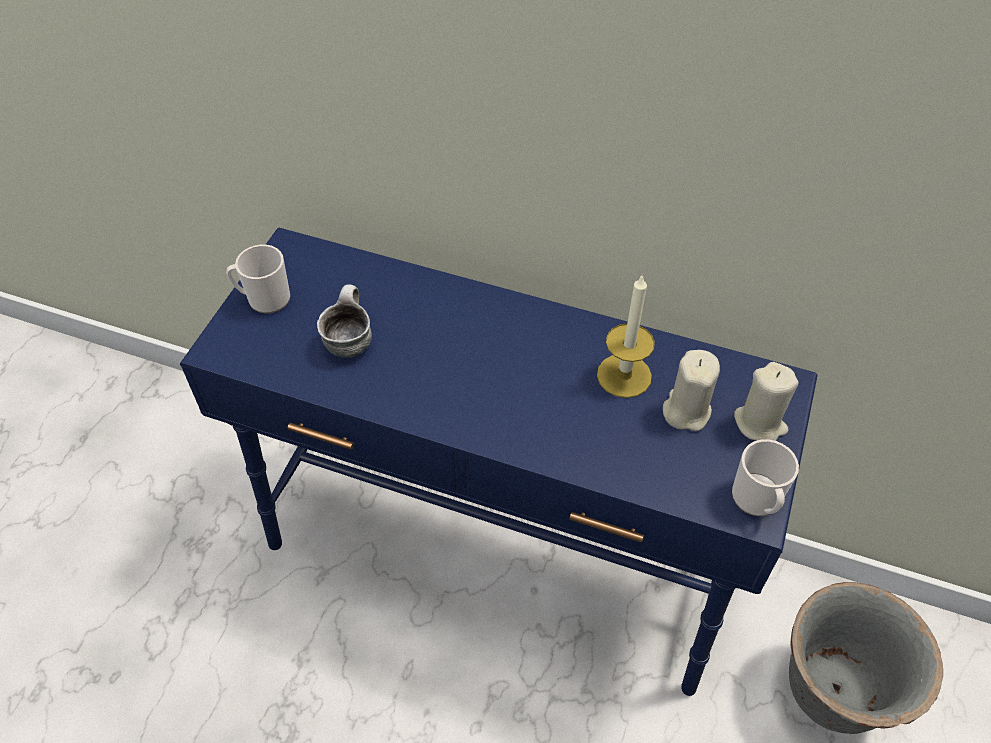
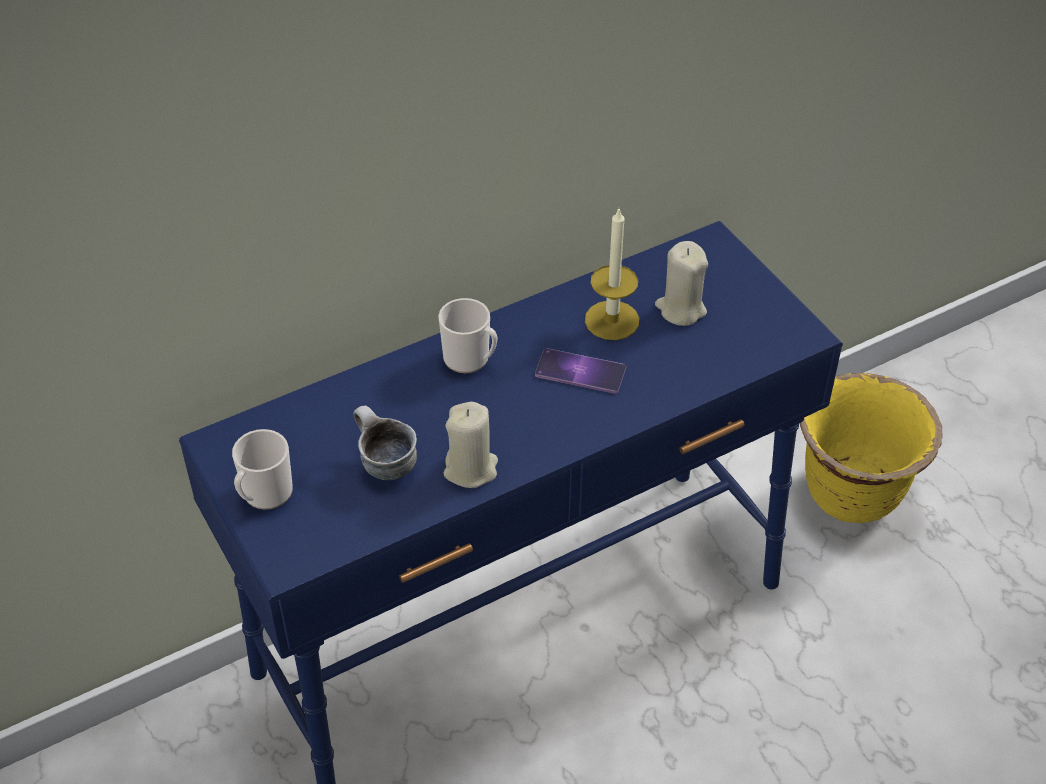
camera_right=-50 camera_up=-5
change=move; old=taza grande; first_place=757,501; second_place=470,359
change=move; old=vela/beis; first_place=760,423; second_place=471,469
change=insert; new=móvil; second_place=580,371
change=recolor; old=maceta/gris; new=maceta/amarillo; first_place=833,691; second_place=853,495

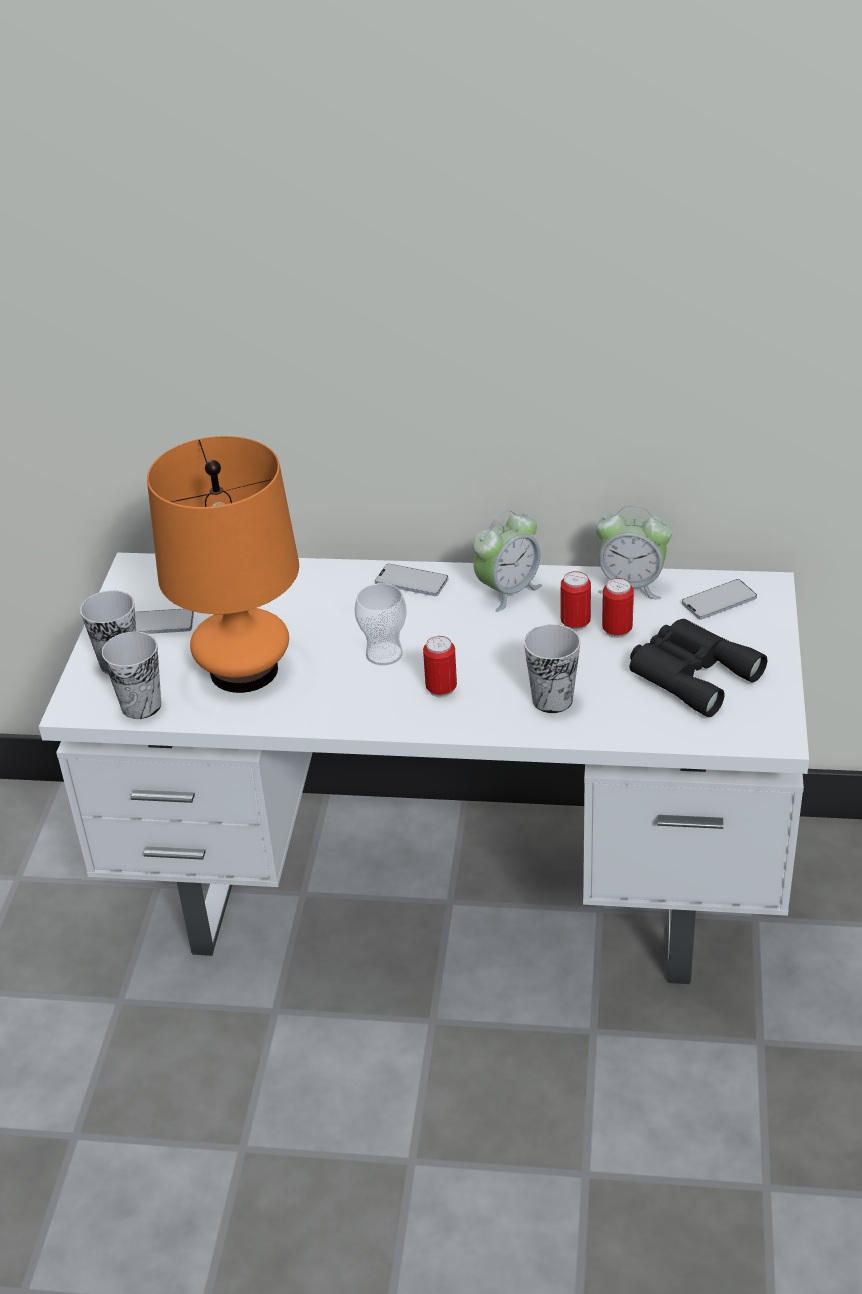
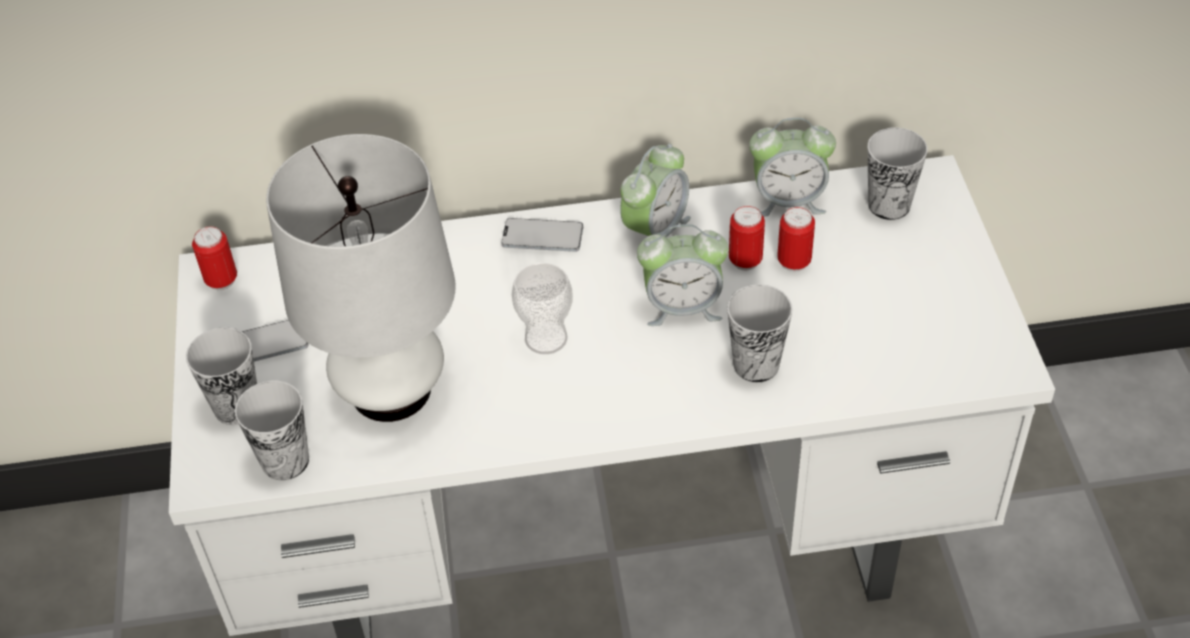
camera_right=-15 camera_up=10
change=move; old=lata; first_place=441,689; second_place=221,280
change=recolor; old=lámpara de mesa/naranja; new=lámpara de mesa/blanco; first_place=244,670; second_place=391,389
change=insert; new=despertador; second_place=682,307
change=replace; old=móvil; new=taza; first_place=719,601; second_place=889,205
change=delete; old=prismáticos/negro; first_place=690,672

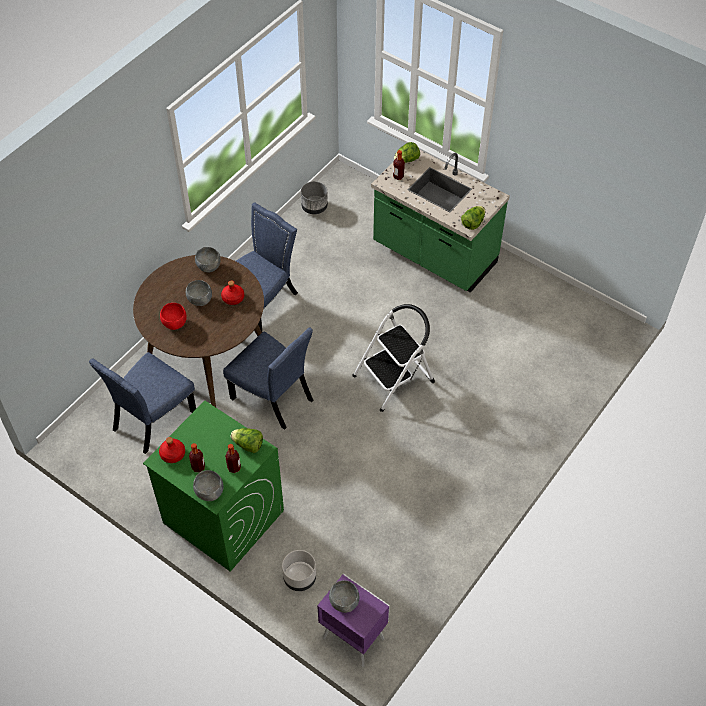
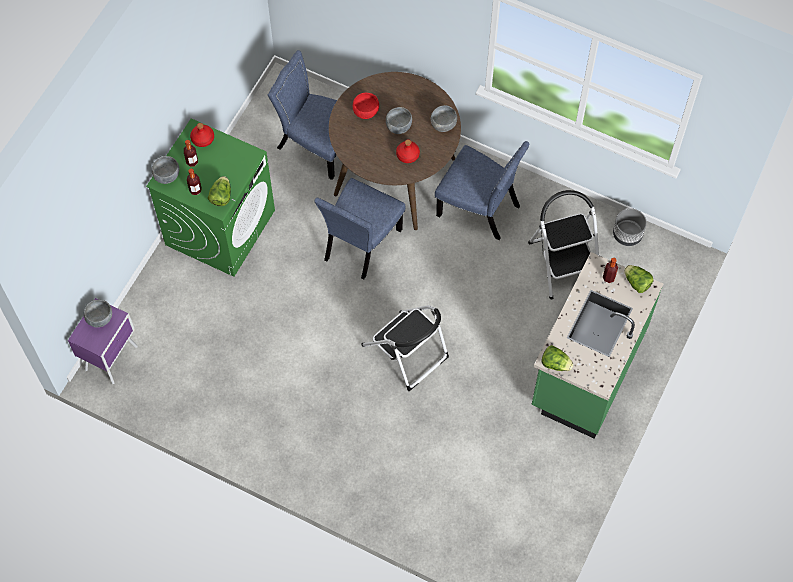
camera_right=80 camera_up=10
change=insert; new=escalera de tijera; second_place=563,261
change=delete; old=maceta/gris; first_place=299,578

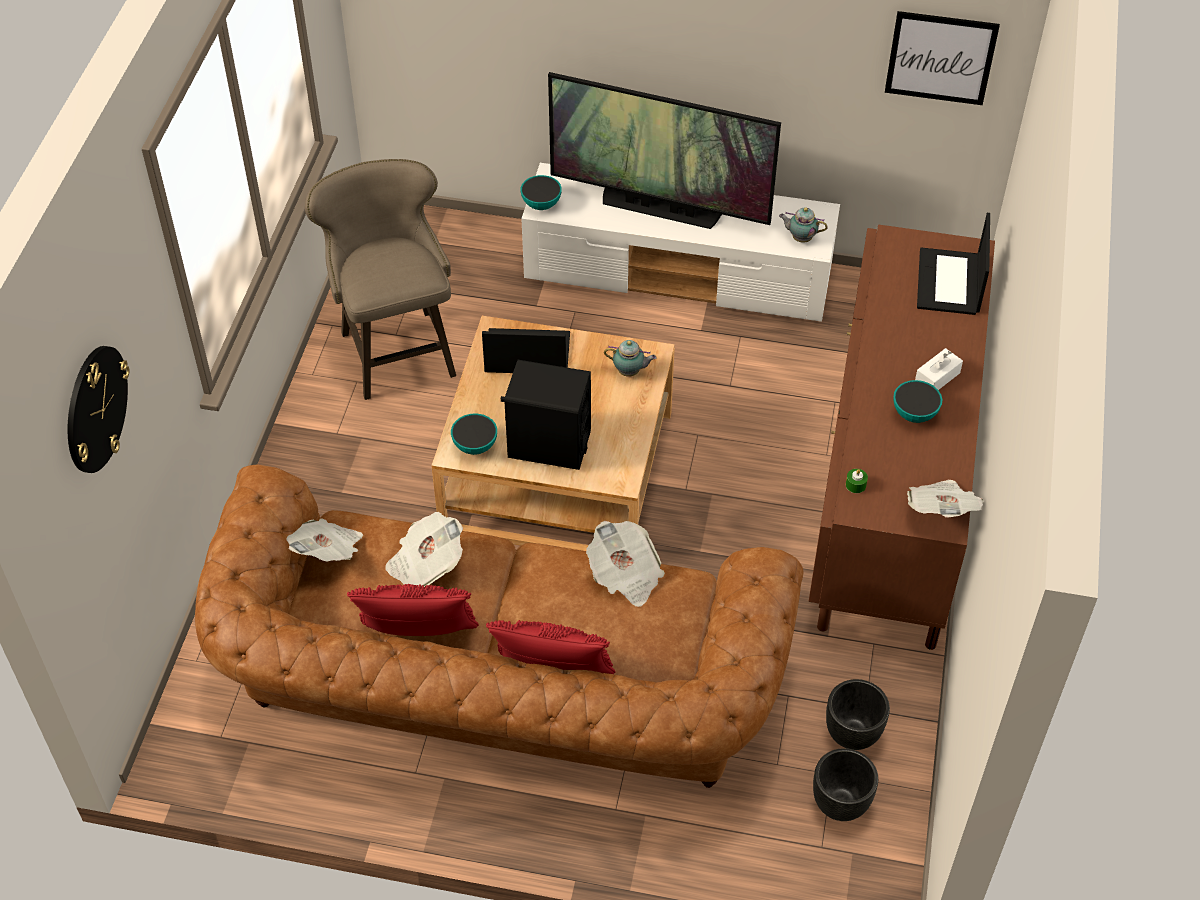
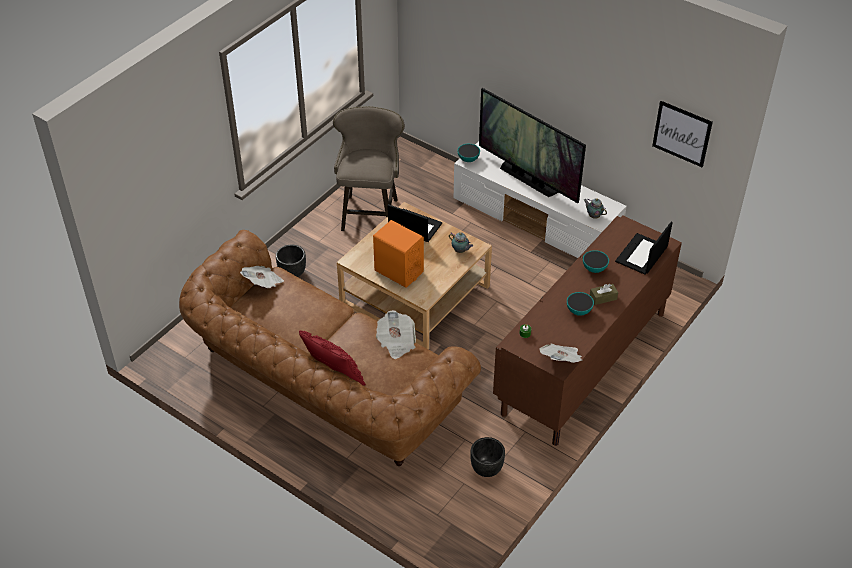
camera_right=25 camera_up=-5
change=move; old=maceta/negro; first_place=840,803; second_place=293,273
change=recolor; old=altavoz/negro; new=altavoz/naranja; first_place=549,444; second_place=398,271
change=move; old=cuenco; first_place=475,446; second_place=594,268
change=recolor; old=caja de pañuelos/blanco; new=caja de pañuelos/marrón; first_place=937,377; second_place=603,298
change=delete; old=reloj de pared; first_place=95,409
change=delete; old=cojín/rojo; first_place=418,639
change=delete; old=periódico; first_place=425,564

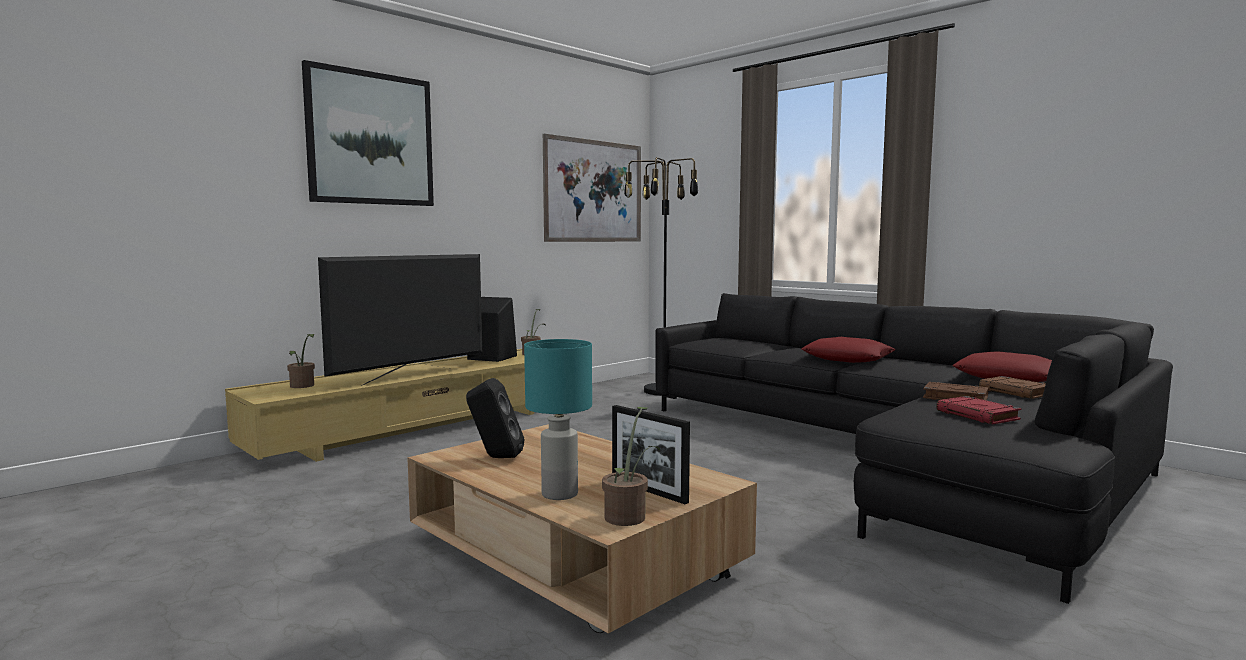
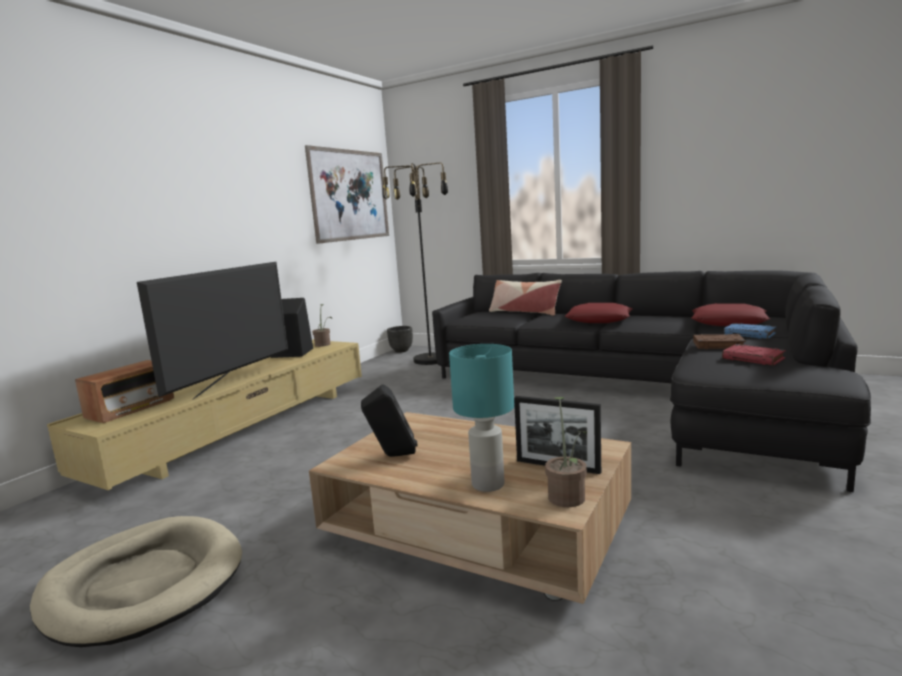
camera_right=-15 camera_up=5
change=insert; new=cama para perro/beis; second_place=144,584
change=replace; old=planta en maceta; new=radio; first_place=302,386; second_place=131,409
change=insert; new=maceta/negro; second_place=401,350
change=insert; new=cojín; second_place=524,312
change=recolor; old=libro/marrón; new=libro/azul; first_place=1016,392; second_place=750,334
change=delete; old=cuadro; first_place=370,139

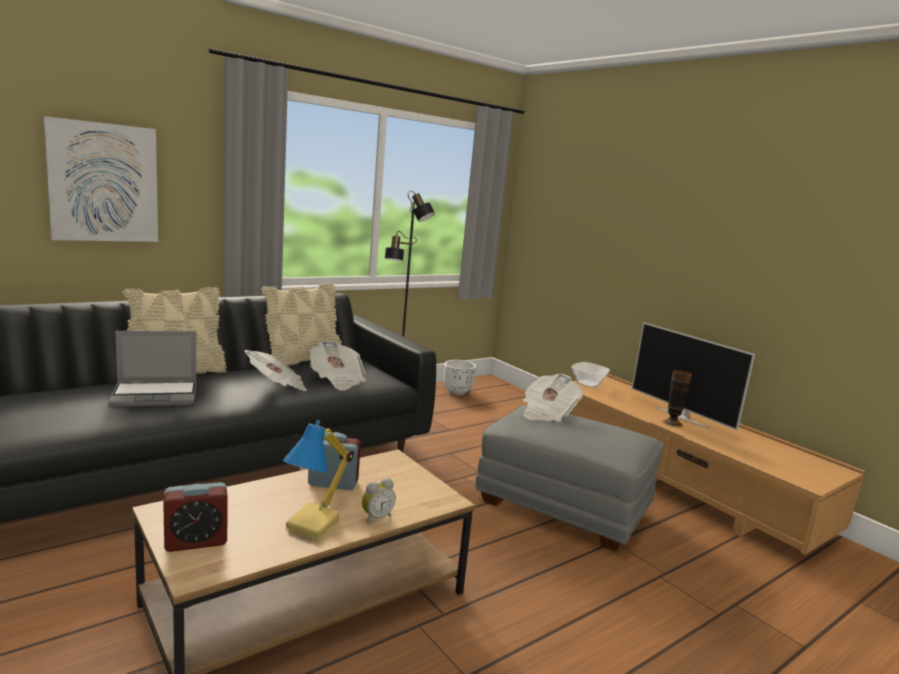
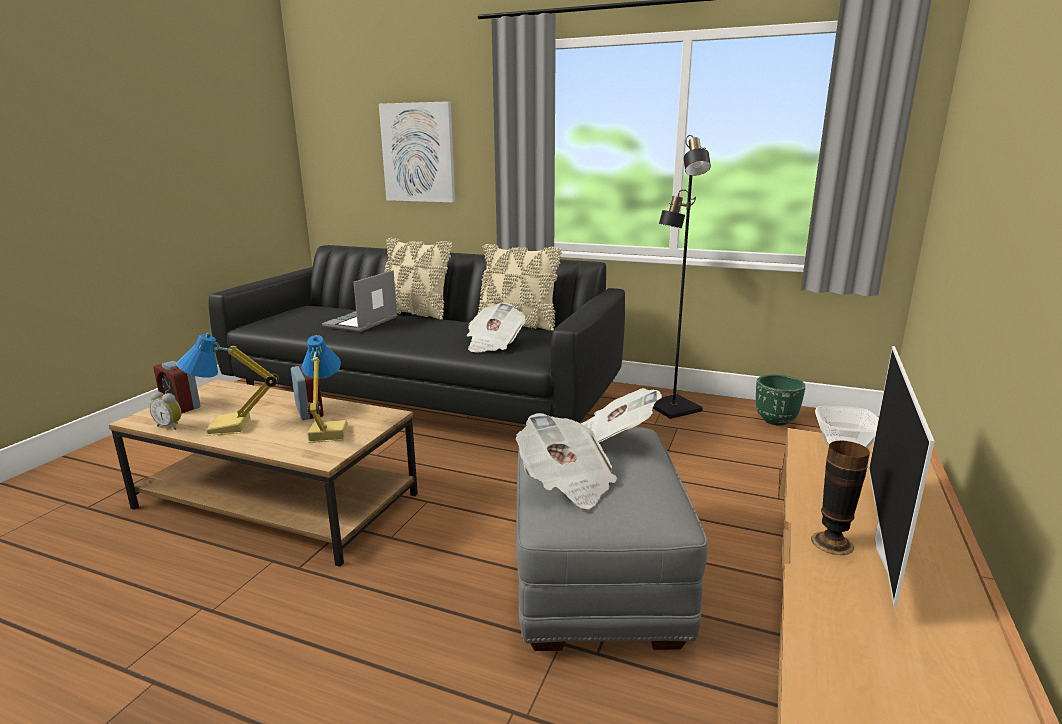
camera_right=60 camera_up=5
change=move; old=despertador; first_place=376,517; second_place=170,426
change=insert; new=lámpara de mesa; second_place=326,434
change=rotate; old=portátil; first_place=156,395; second_place=361,322; degrees=75
change=move; old=periódico; first_place=277,386; second_place=566,483
change=recolor; old=maceta/blanco; new=maceta/verde; first_place=457,392; second_place=775,421

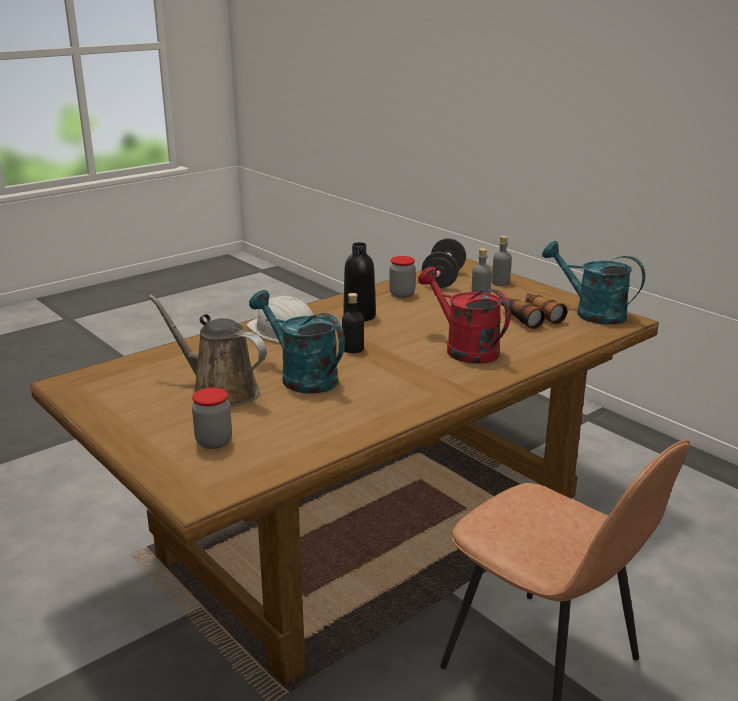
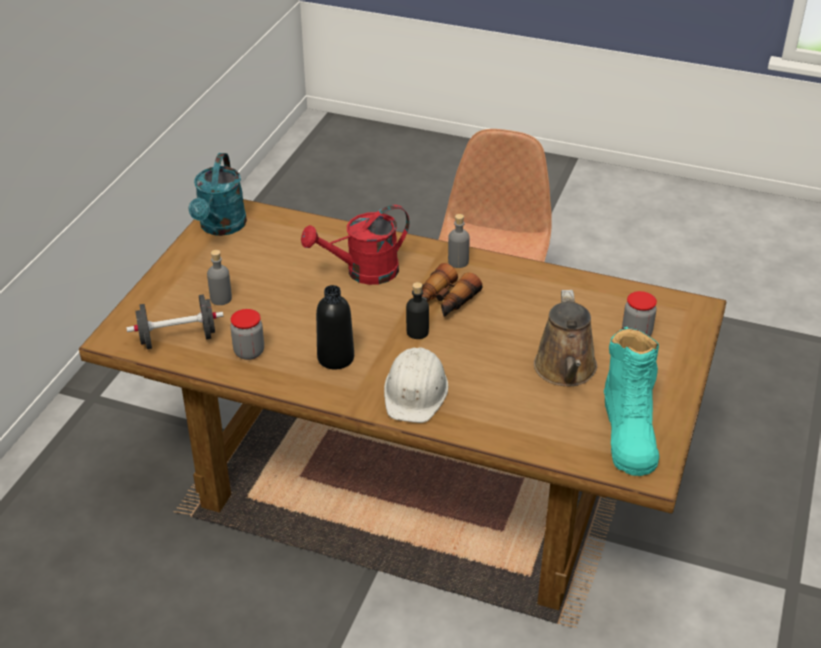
camera_right=-120 camera_up=15
change=rotate; old=regadera/rojo; first_place=464,348; second_place=363,273; degrees=45
change=move; old=prismáticos; first_place=529,317; second_place=444,301
change=move; old=botella/gris; first_place=500,283; second_place=458,262
change=insert; new=bota/turquesa; second_place=628,432
change=delete; old=regadera/turquesa; first_place=301,377

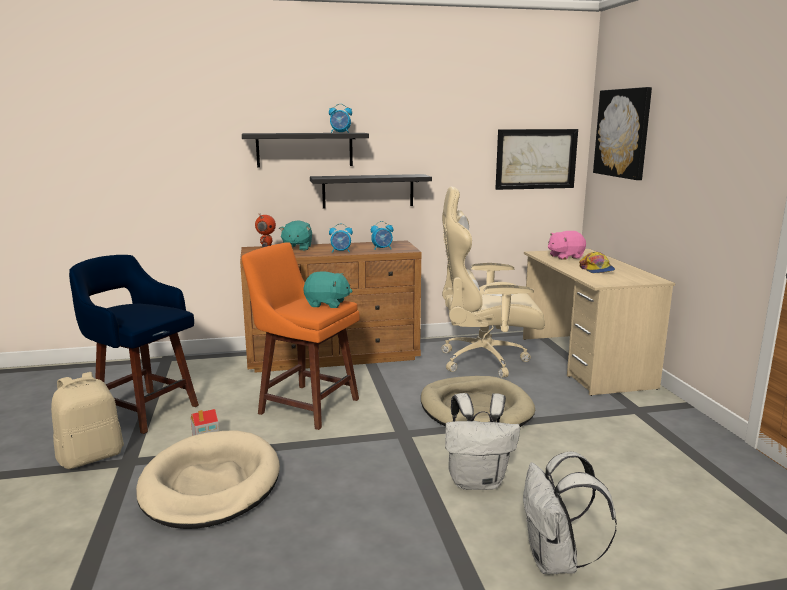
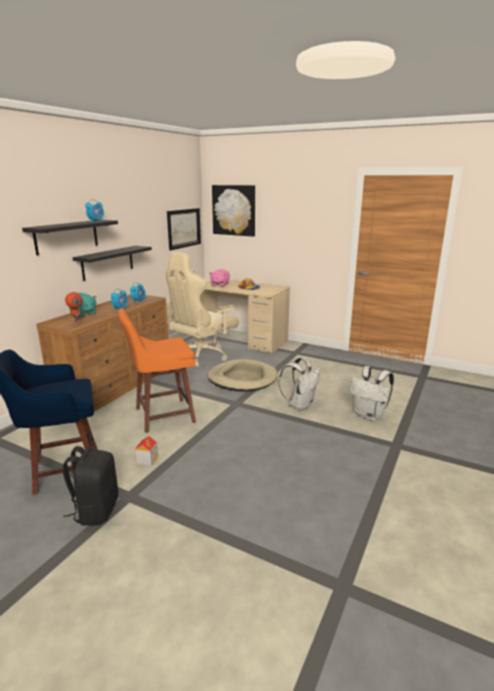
camera_right=-50 camera_up=5
change=recolor; old=mochila/beis; new=mochila/negro; first_place=91,456; second_place=96,510
change=delete; old=cama para perro/beis; first_place=210,484
change=delete; old=peluche/turquesa; first_place=327,304

